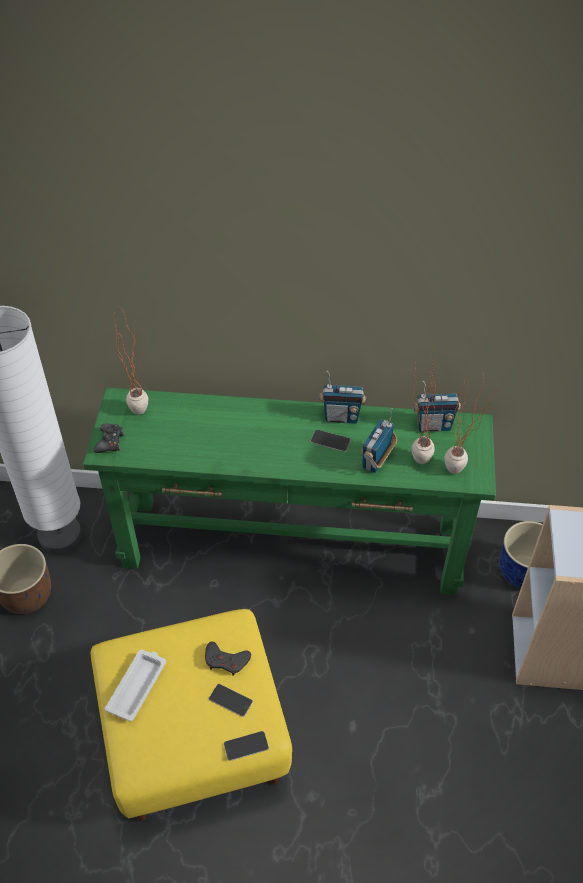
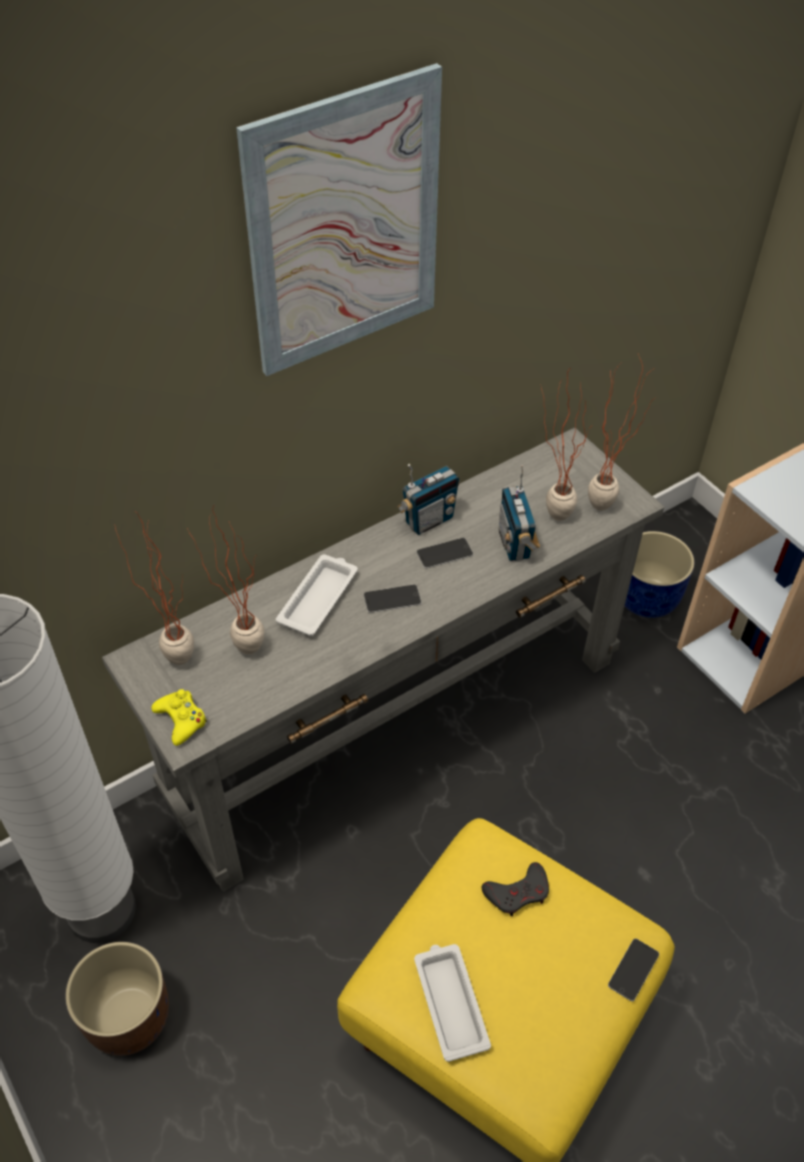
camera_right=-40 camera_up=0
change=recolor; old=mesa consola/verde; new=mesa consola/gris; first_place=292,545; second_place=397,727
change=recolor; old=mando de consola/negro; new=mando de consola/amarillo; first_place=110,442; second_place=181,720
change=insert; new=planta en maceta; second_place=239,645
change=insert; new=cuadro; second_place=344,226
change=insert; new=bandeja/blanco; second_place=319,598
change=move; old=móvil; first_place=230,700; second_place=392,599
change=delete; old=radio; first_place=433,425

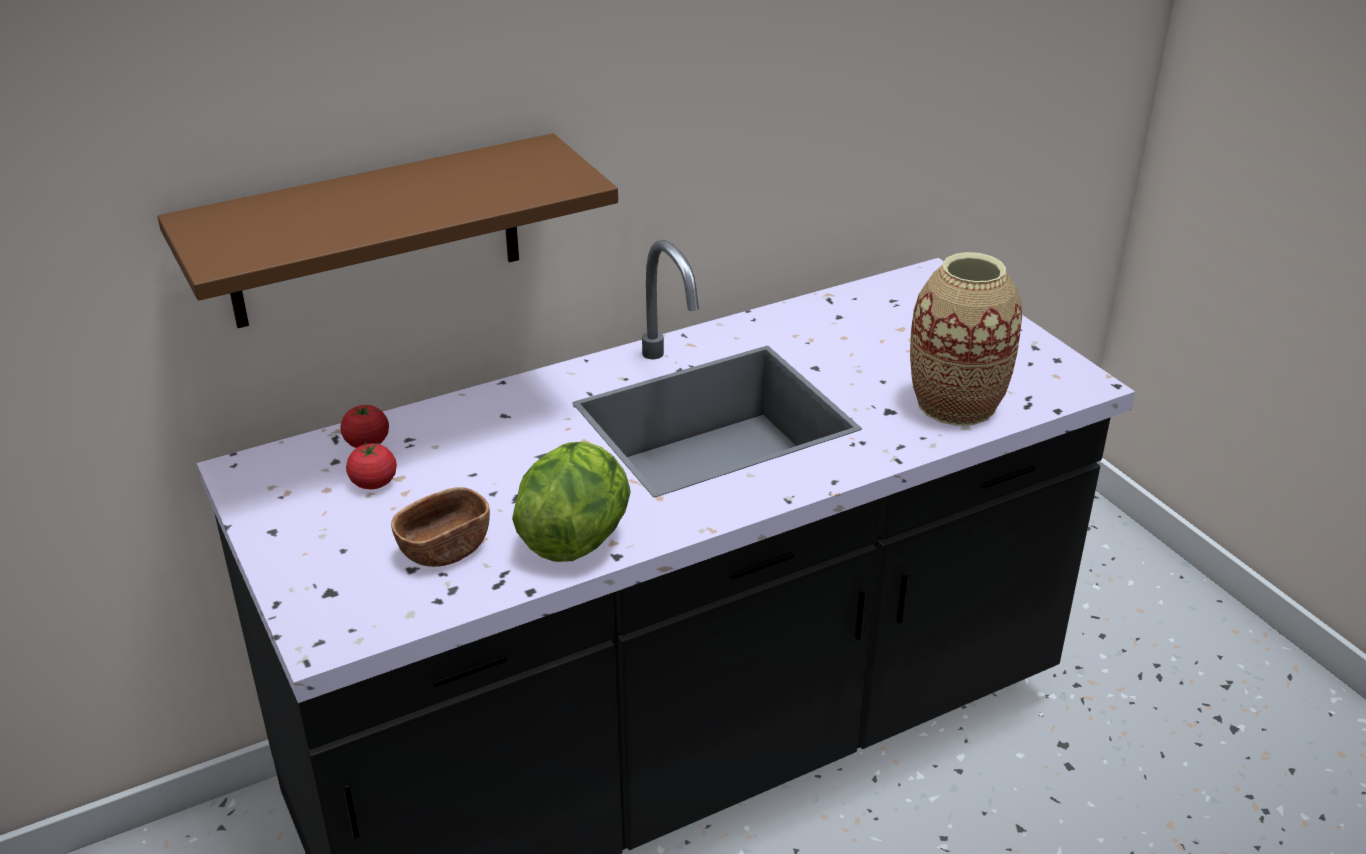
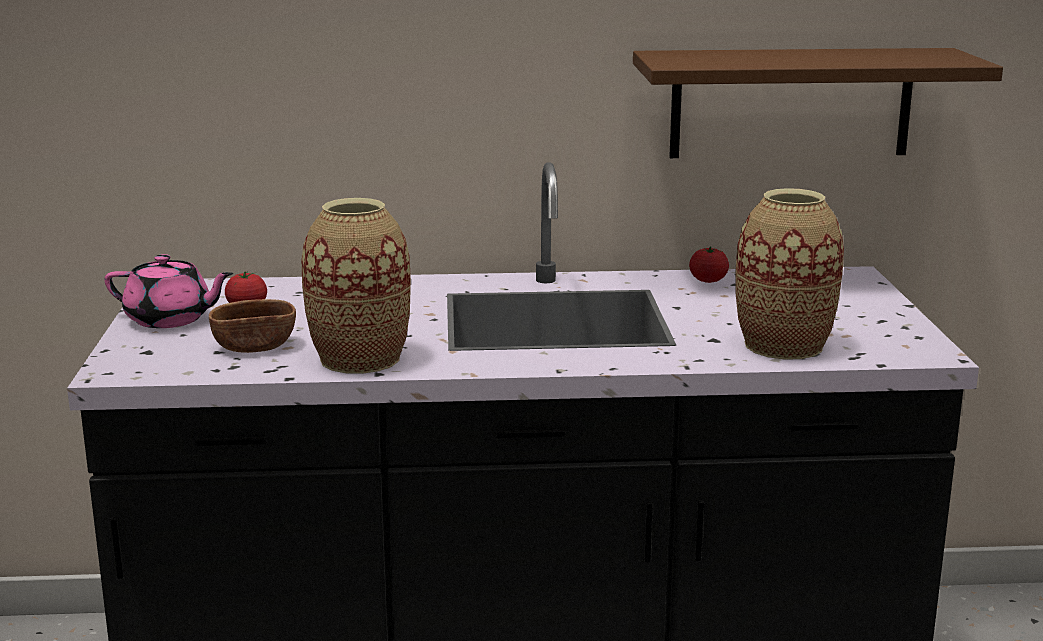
camera_right=25 camera_up=-15
change=insert; new=tetera/rosa; second_place=170,319
change=replace; old=lechuga; new=florero; first_place=576,537; second_place=360,359
change=move; old=estante/marrón; first_place=374,232; second_place=791,103
change=move; old=tomate; first_place=367,443; second_place=708,280

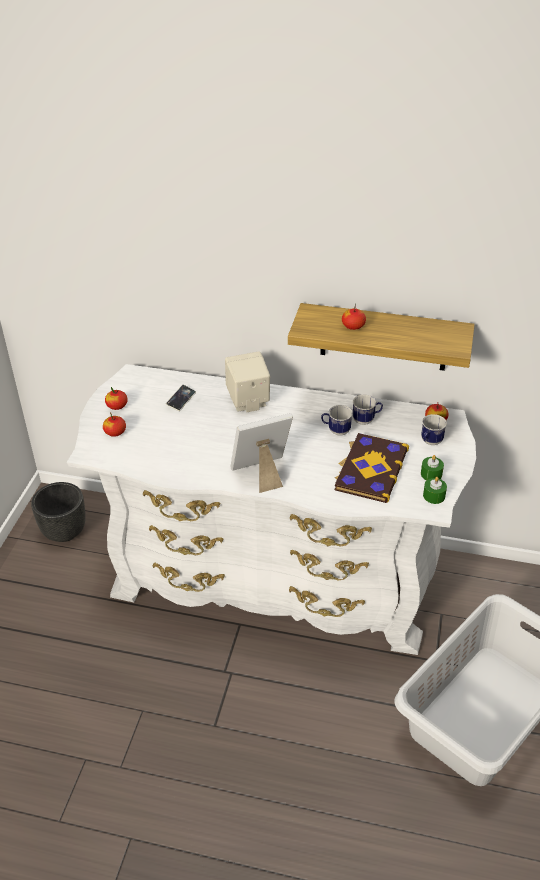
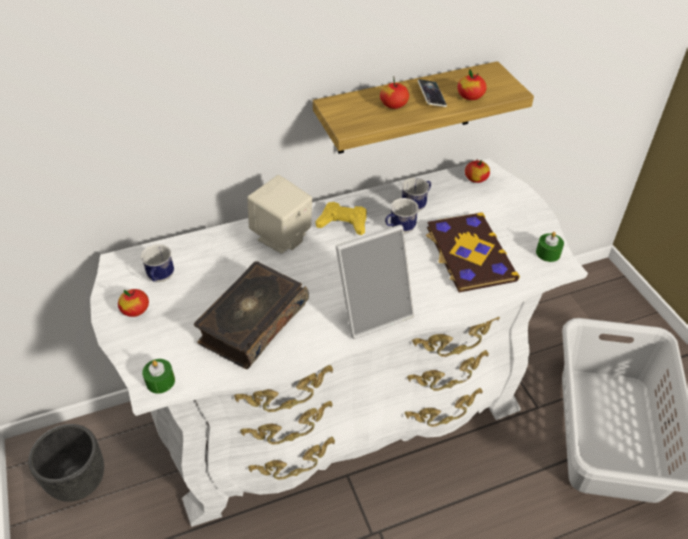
camera_right=-35 camera_up=5
change=move; old=taza grande; first_place=430,442; second_place=160,279
change=move; old=vela/verde; first_place=431,474; second_place=160,381
change=insert; new=libro; second_place=252,323
change=insert; new=mando de consola/amarillo; second_place=343,222
change=rotate; old=portarretratos; first_place=262,474; second_place=373,311; degrees=-150
change=move; old=móvil; first_place=181,399; second_place=431,95
change=move; old=manzana; first_place=115,432; second_place=470,96

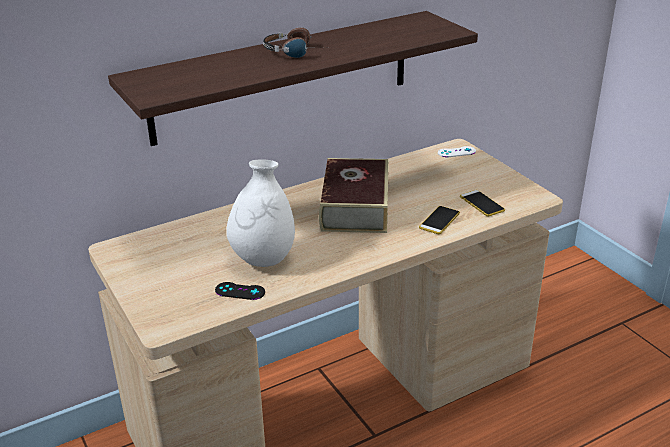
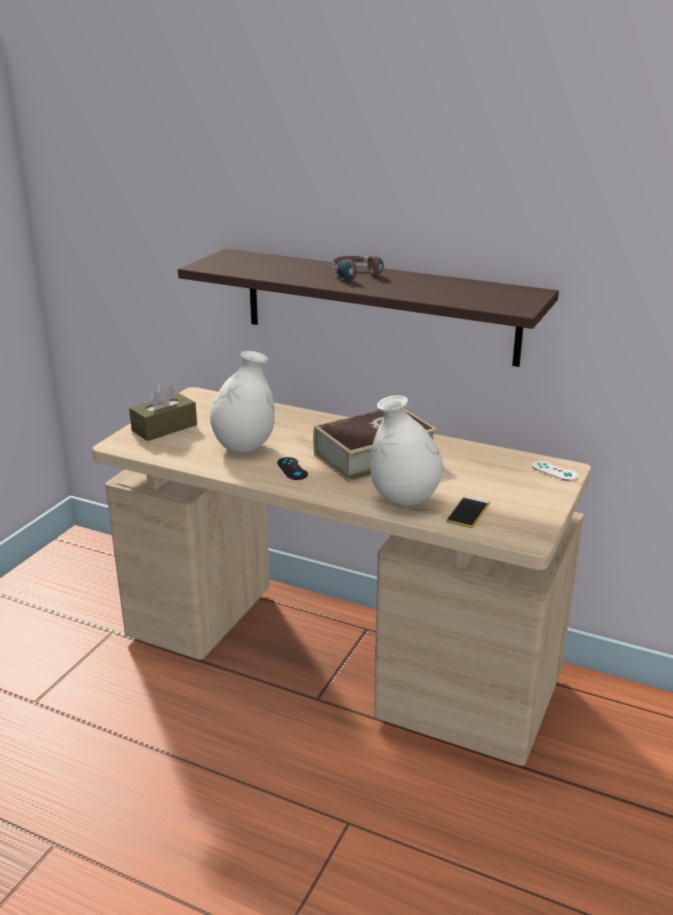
camera_right=55 camera_up=-5
change=insert; new=caja de pañuelos/marrón; second_place=164,428
change=move; old=mando de consola/negro; first_place=240,291; second_place=292,469
change=replace; old=móvil; new=florero/blanco; first_place=439,220; second_place=404,500

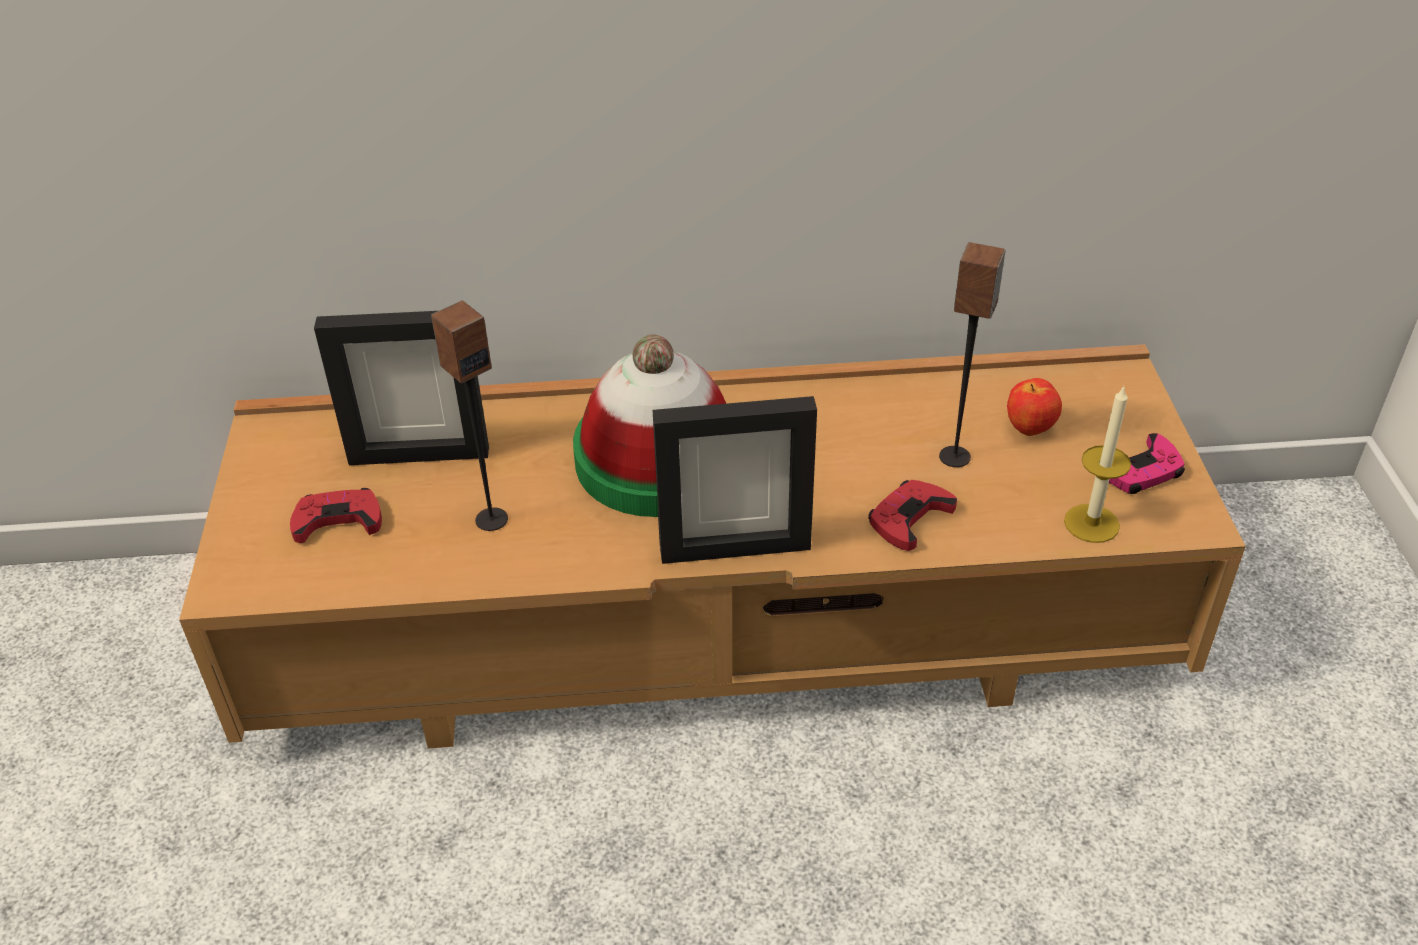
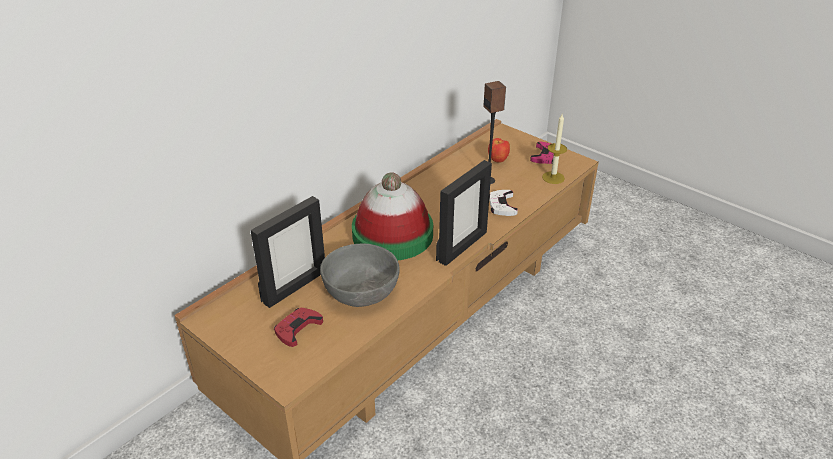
camera_right=-45 camera_up=-5
change=replace; old=altavoz; new=cuenco/gris; first_place=491,519; second_place=361,290
change=recolor; old=mando de consola/rojo; new=mando de consola/blanco; first_place=909,518; second_place=502,206

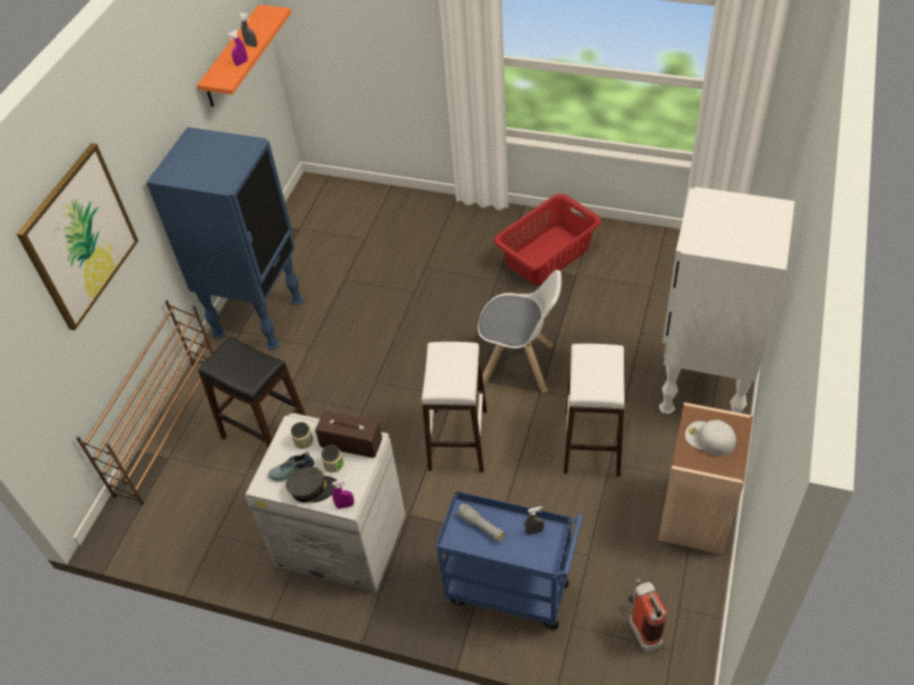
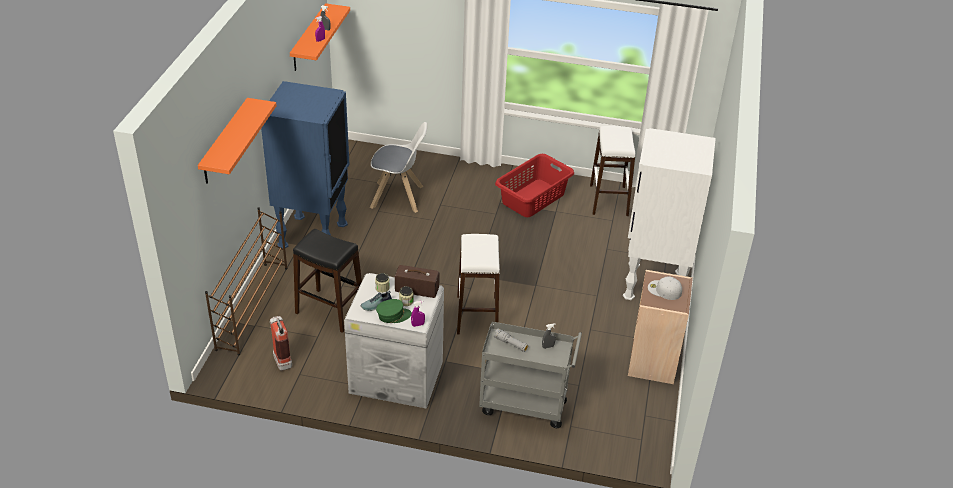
camera_right=-10 camera_up=-10
change=replace; old=cuadro; new=estante/naranja; first_place=80,237; second_place=225,142
change=move; old=extintor; first_place=641,627; second_place=281,358
change=move; old=silla; first_place=519,365; second_place=399,197
change=recolor; old=gorra/gris; new=gorra/verde; first_place=313,489; second_place=393,315
change=recolor; old=carrito/azul; new=carrito/gris; first_place=511,594; second_place=526,408
change=move; old=taburete/blanco; first_place=592,443; second_place=609,200

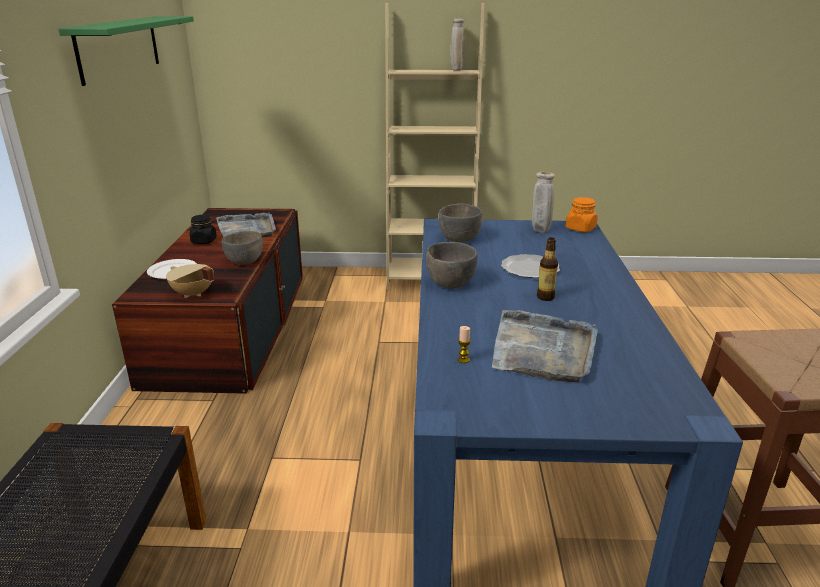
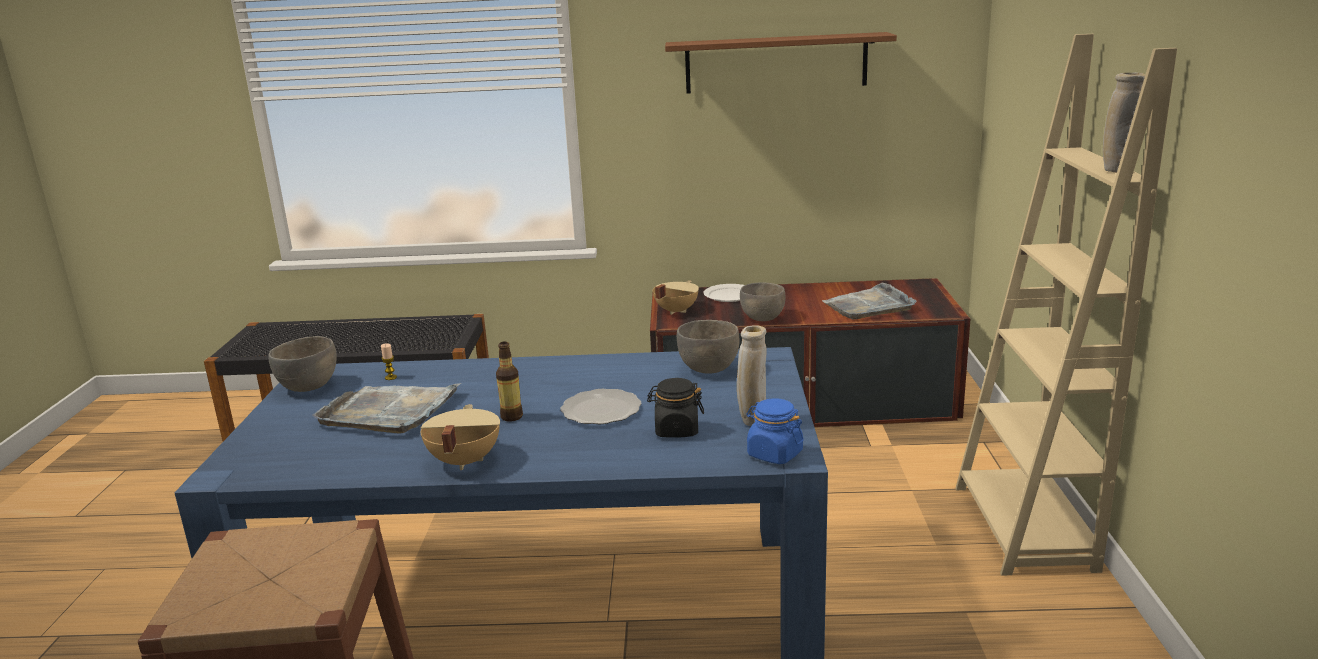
camera_right=90 camera_up=-5
change=move; old=cuenco/gris; first_place=450,283; second_place=309,387
change=insert; new=olla/beis; second_place=463,461
change=move; old=tarro/negro; first_place=204,241; second_place=676,430
change=recolor; old=estante/verde; new=estante/marrón; first_place=119,47; second_place=776,63
change=recolor; old=tarro/naranja; new=tarro/azul; first_place=580,228; second_place=774,454

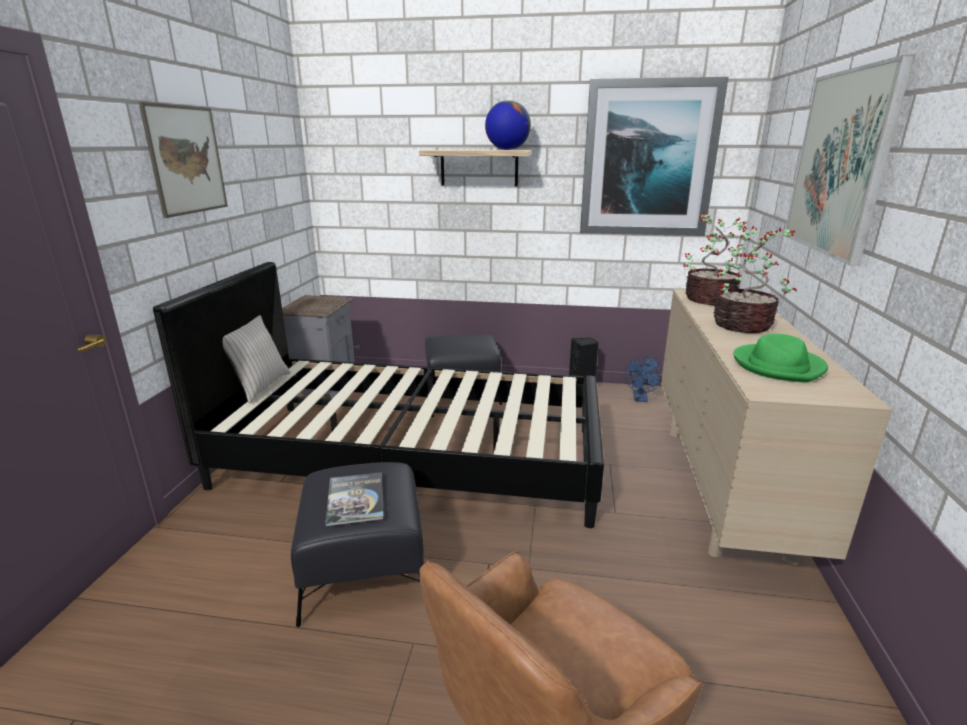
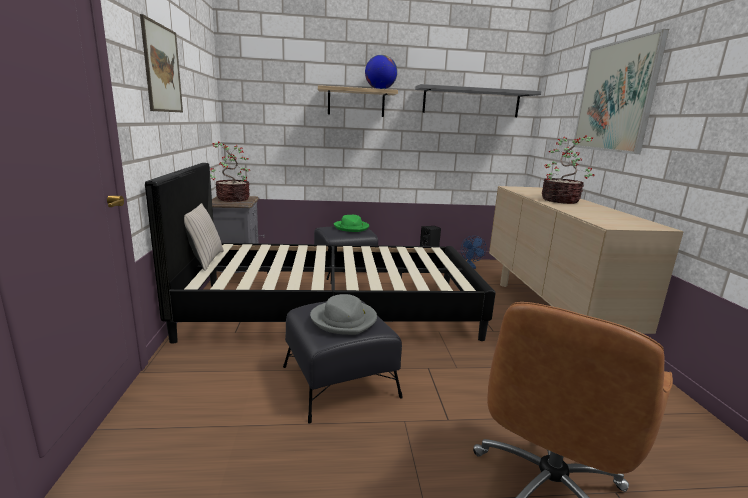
camera_right=-15 camera_up=-5
change=move; old=planta en maceta; first_place=708,299; second_place=232,199
change=replace; old=libro; new=sombrero/gris; first_place=355,499; second_place=344,320
change=move; old=sombrero/verde; first_place=778,366; second_place=351,227
change=replace; old=cuadro; new=estante/gris; first_place=648,159; second_place=471,102

